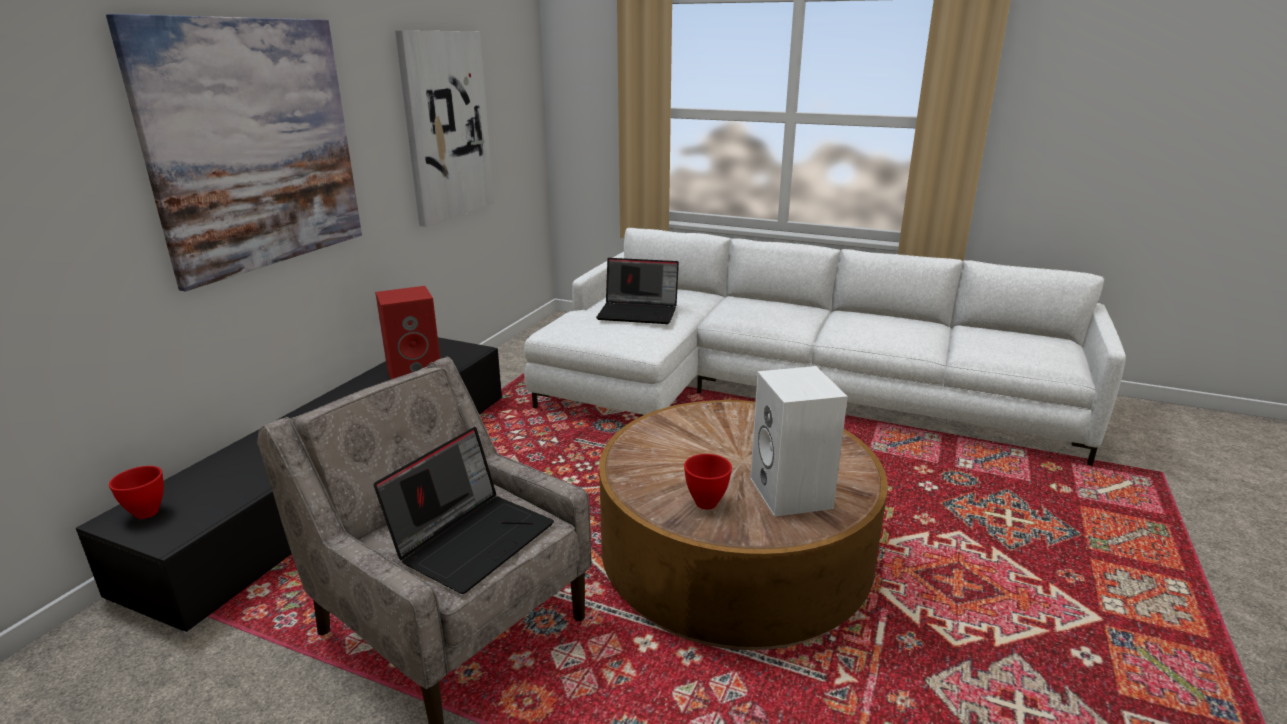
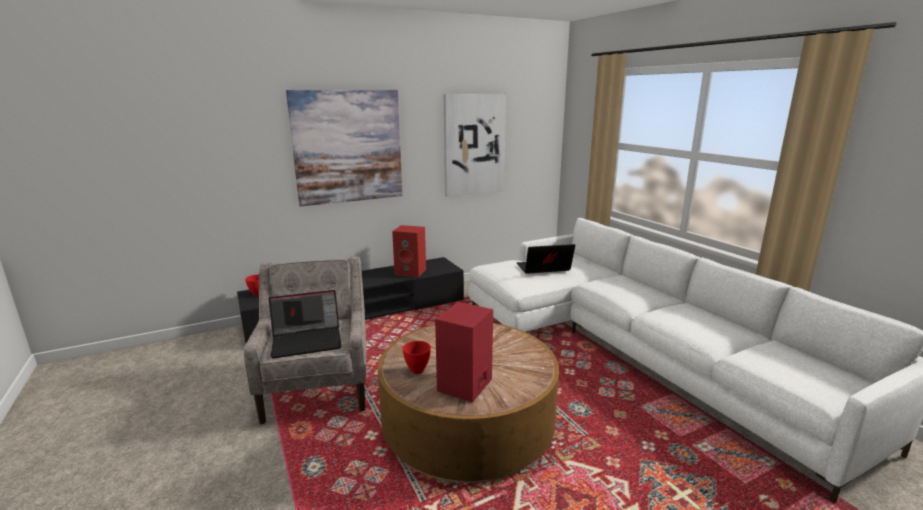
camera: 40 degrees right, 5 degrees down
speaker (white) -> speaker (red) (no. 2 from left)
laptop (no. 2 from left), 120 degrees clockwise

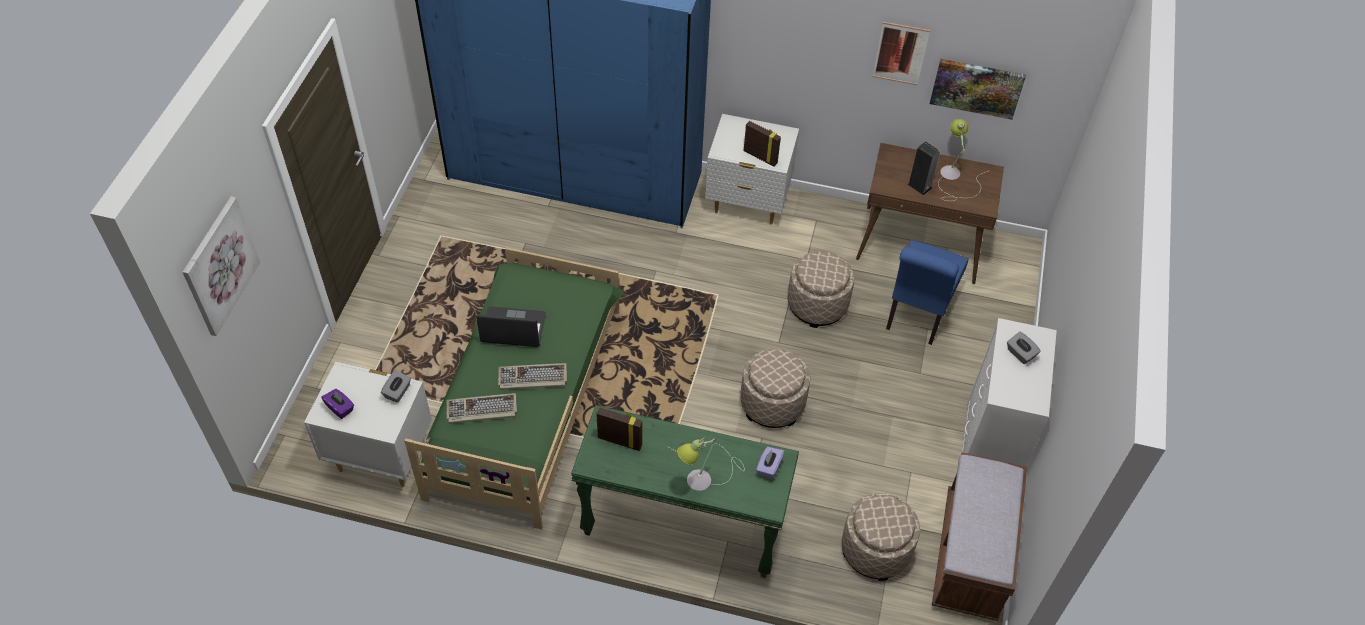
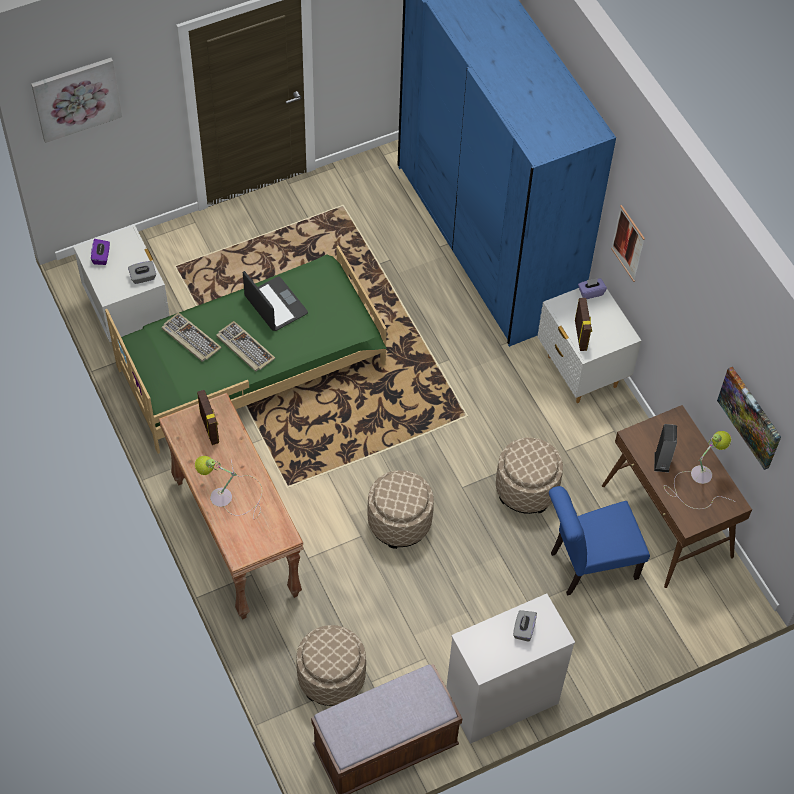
camera: 50 degrees right, 5 degrees up
tissue box (purple) (no. 2 from left), shifted
picture (no. 2 from left), shifted
console table (green) -> console table (brown)

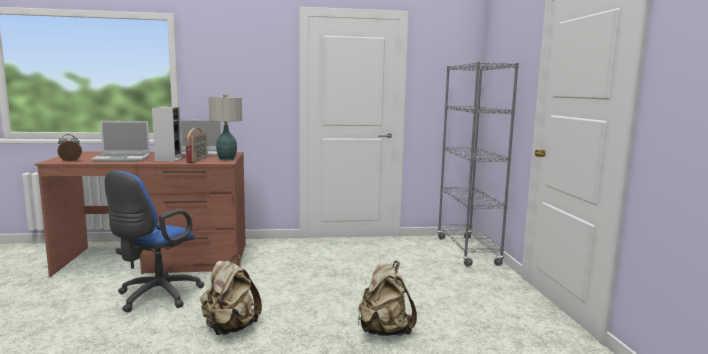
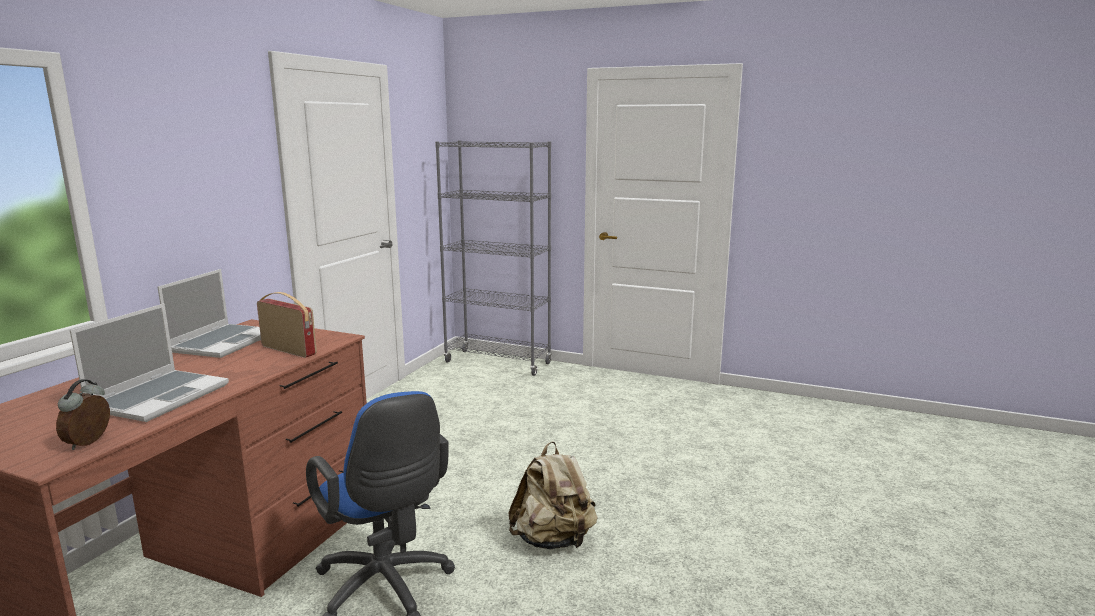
camera: 60 degrees left, 5 degrees up
speaker -> none
table lamp -> none
backpack (beige) (no. 2 from left) -> none

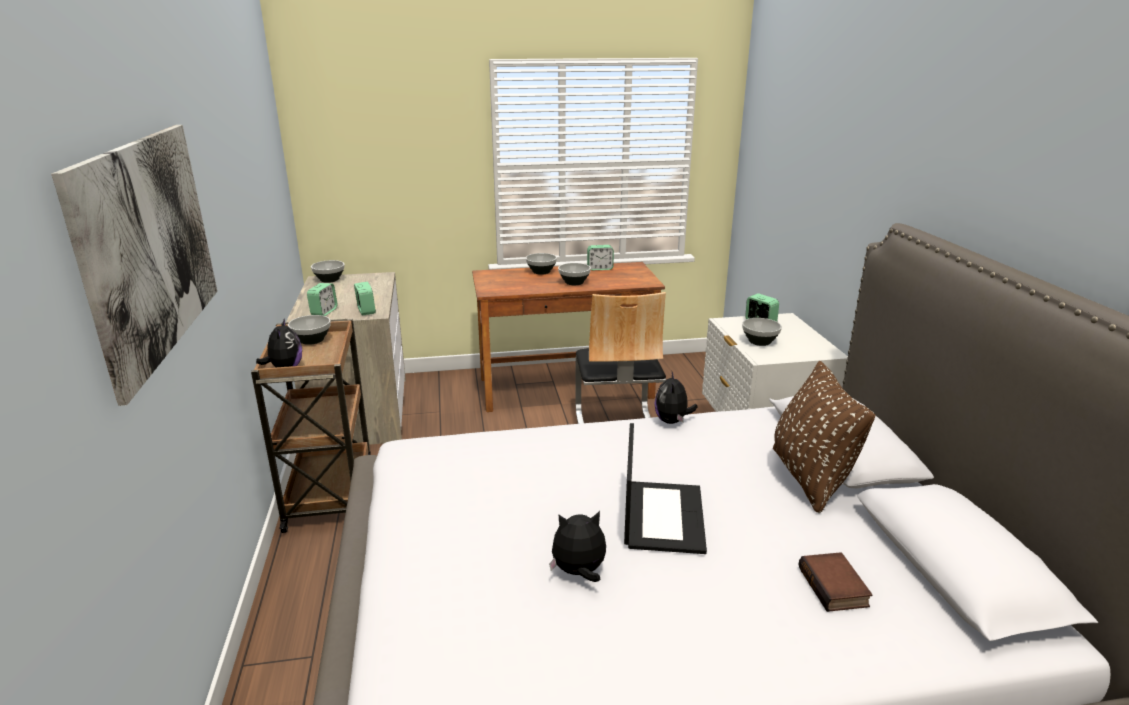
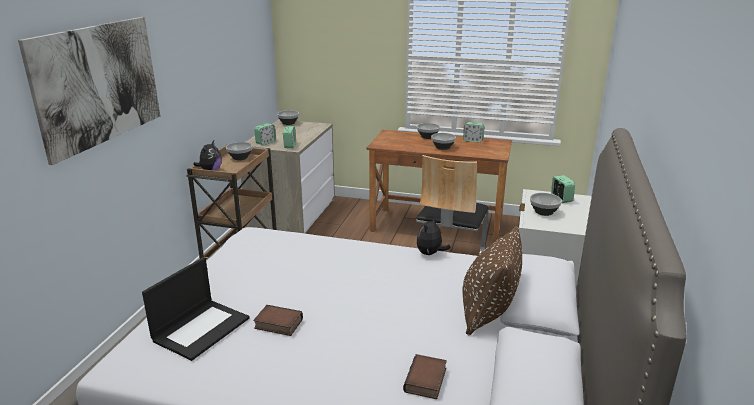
camera: 25 degrees right, 0 degrees up
laptop, shifted
plush toy (no. 2 from left) -> book (no. 1 from left)

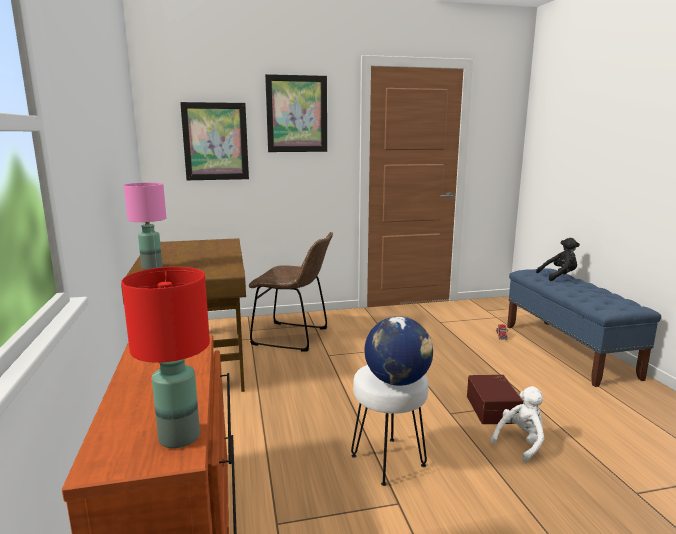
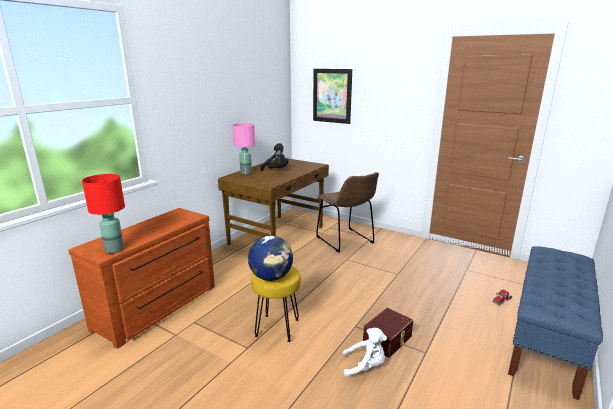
camera: 45 degrees right, 5 degrees up
picture (no. 2 from left) -> none
plush toy (black), shifted
stool (white) -> stool (yellow)

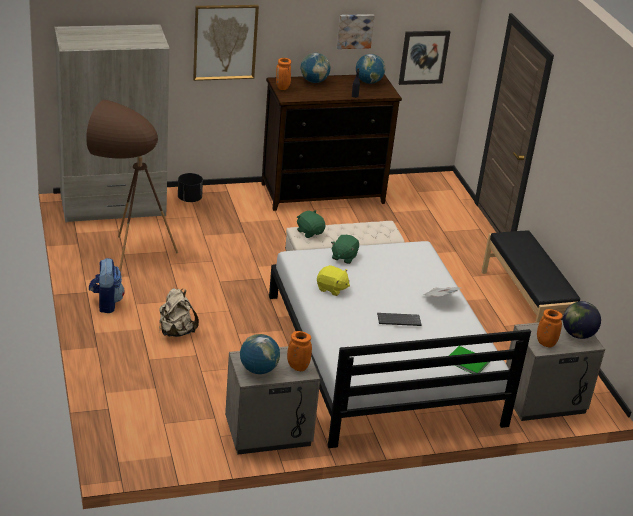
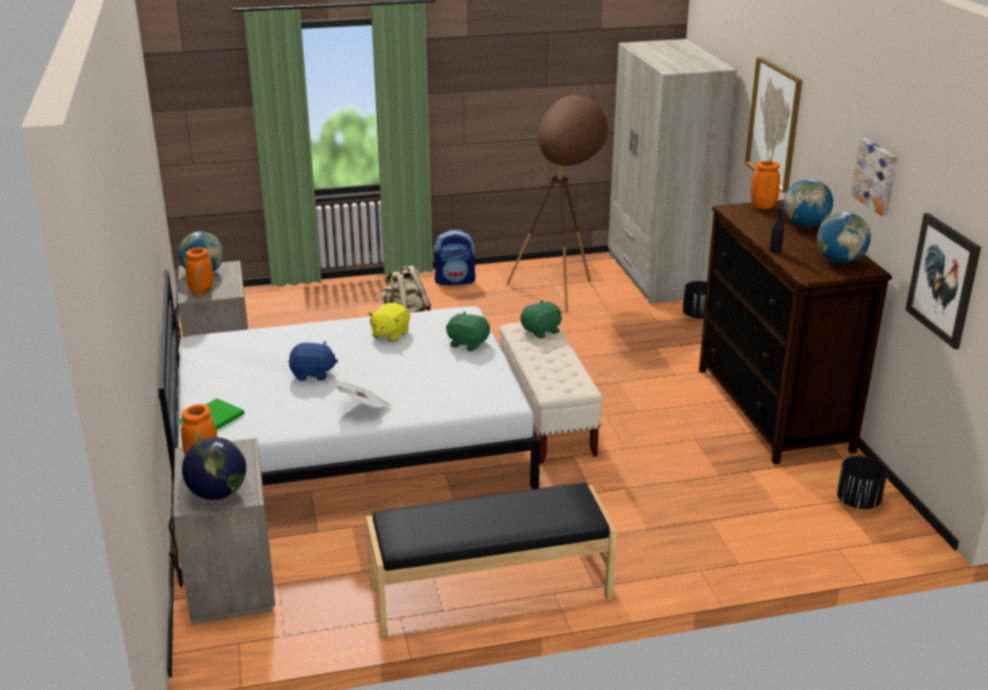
camera: 95 degrees right, 5 degrees down
none -> planter (black) (no. 2 from left)
keyboard -> plush toy (blue)

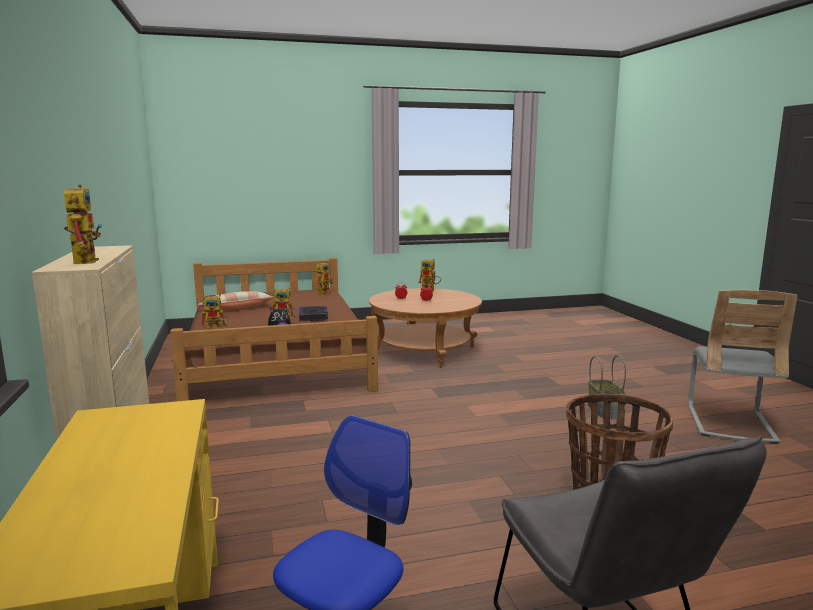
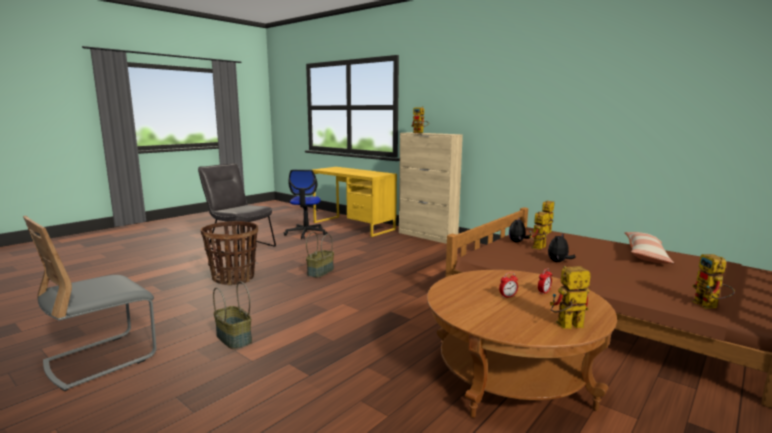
camera: 145 degrees right, 0 degrees up
none -> basket (no. 3 from left)
book -> plush toy (no. 2 from left)
chair (grey) (no. 2 from left in the first image) -> chair (grey) (no. 1 from left), 120 degrees counterclockwise

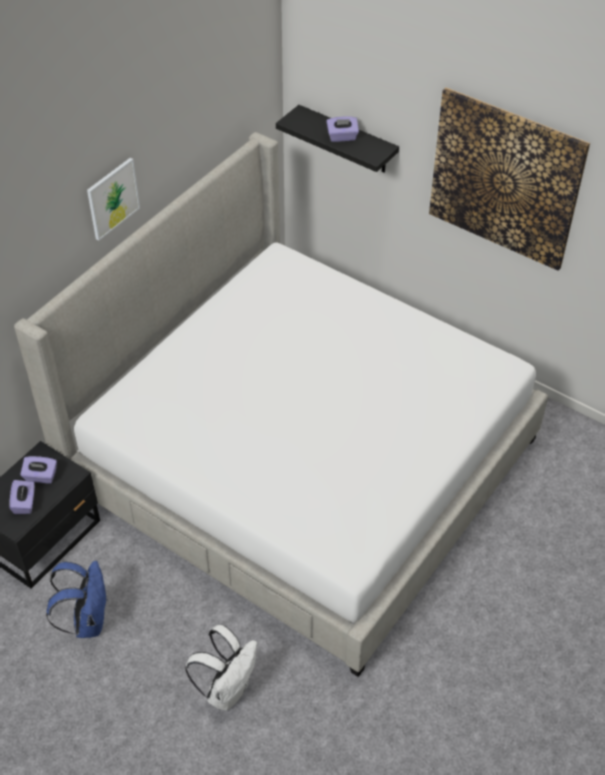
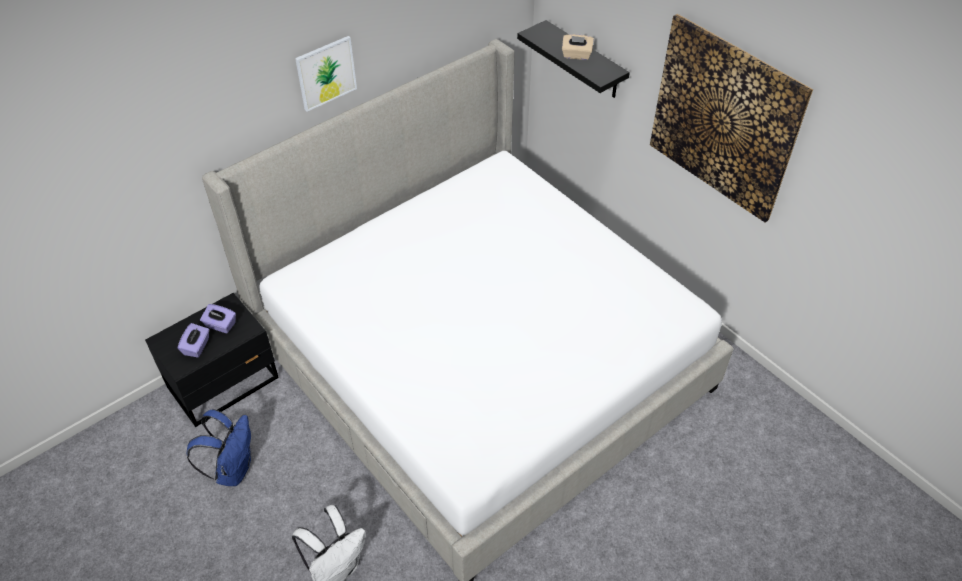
camera: 15 degrees right, 0 degrees up
tissue box (purple) (no. 3 from left) -> tissue box (beige)

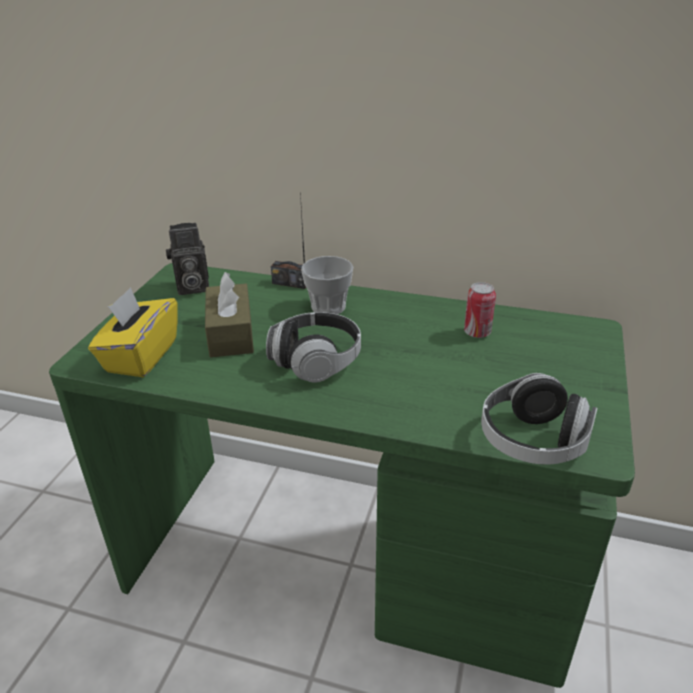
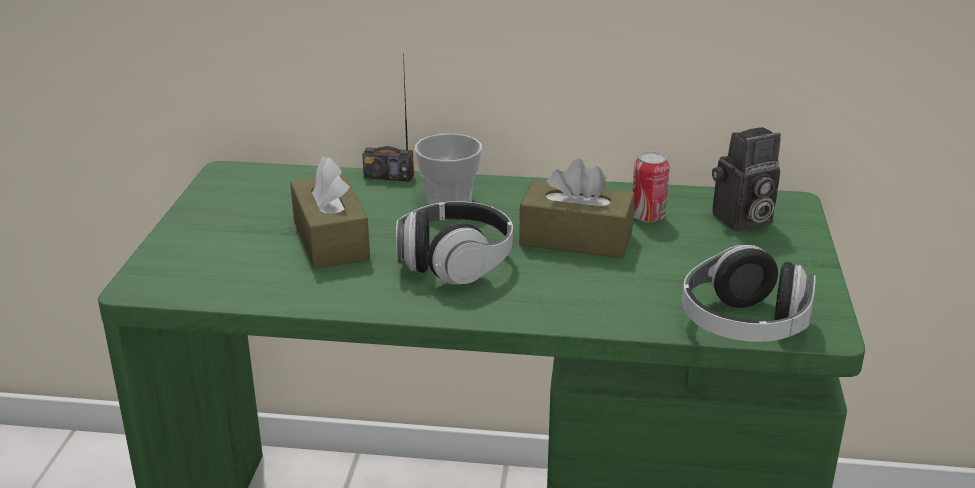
camera: 10 degrees left, 5 degrees down
tissue box (yellow) -> none
none -> tissue box (brown) (no. 2 from left)
photo camera, shifted

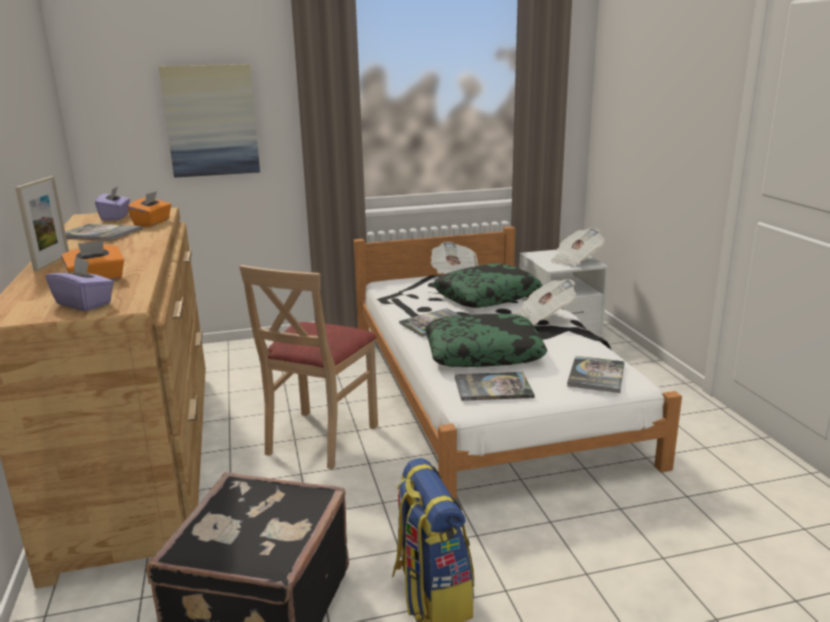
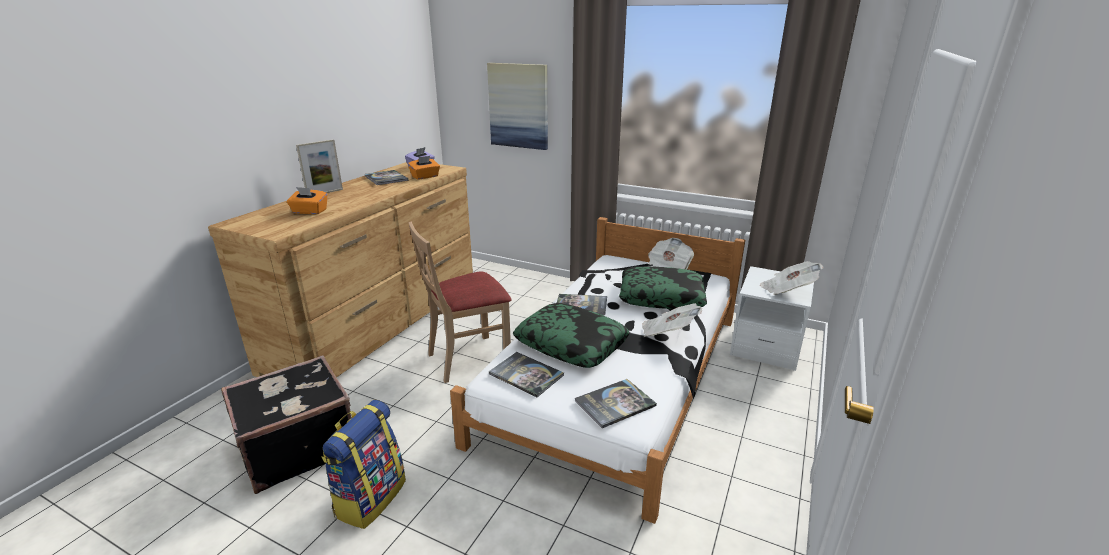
camera: 40 degrees right, 5 degrees up
tissue box (purple) (no. 1 from left) -> none

